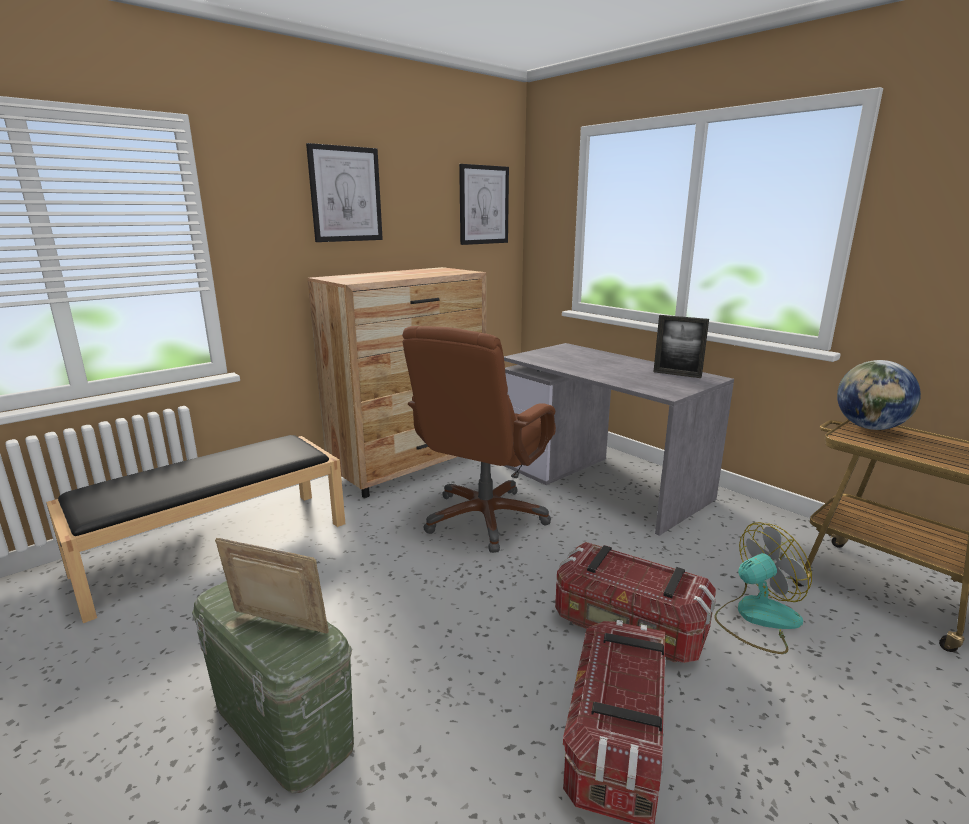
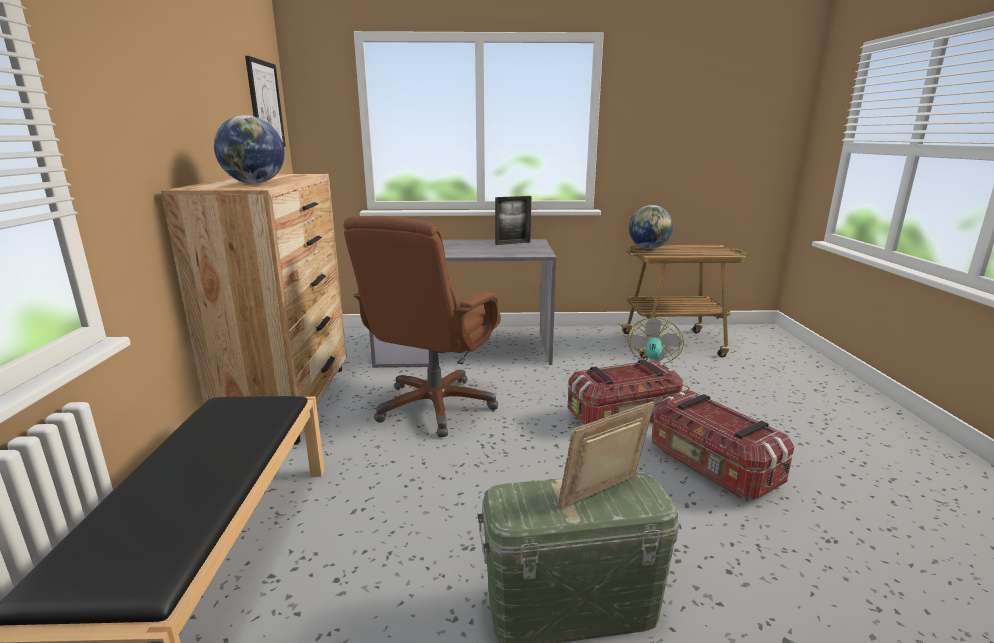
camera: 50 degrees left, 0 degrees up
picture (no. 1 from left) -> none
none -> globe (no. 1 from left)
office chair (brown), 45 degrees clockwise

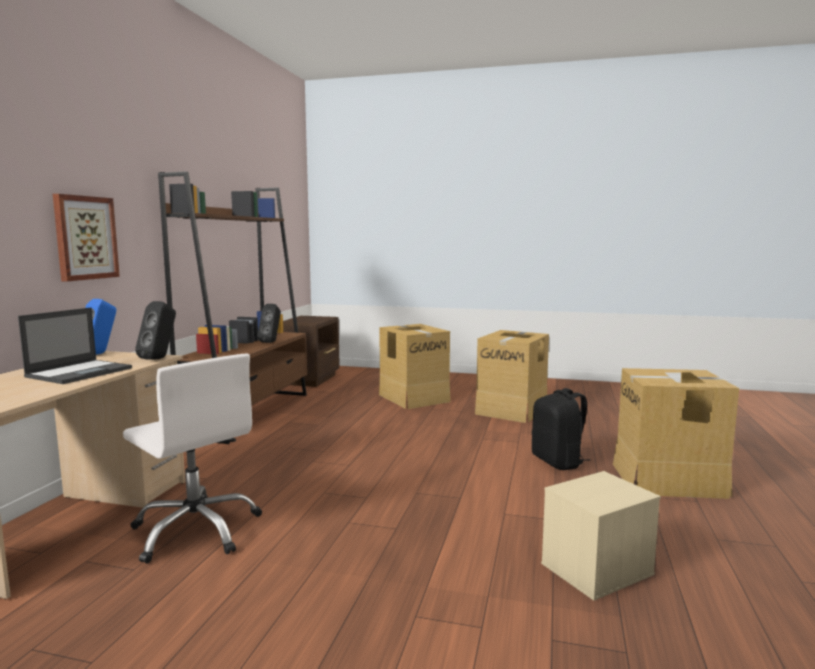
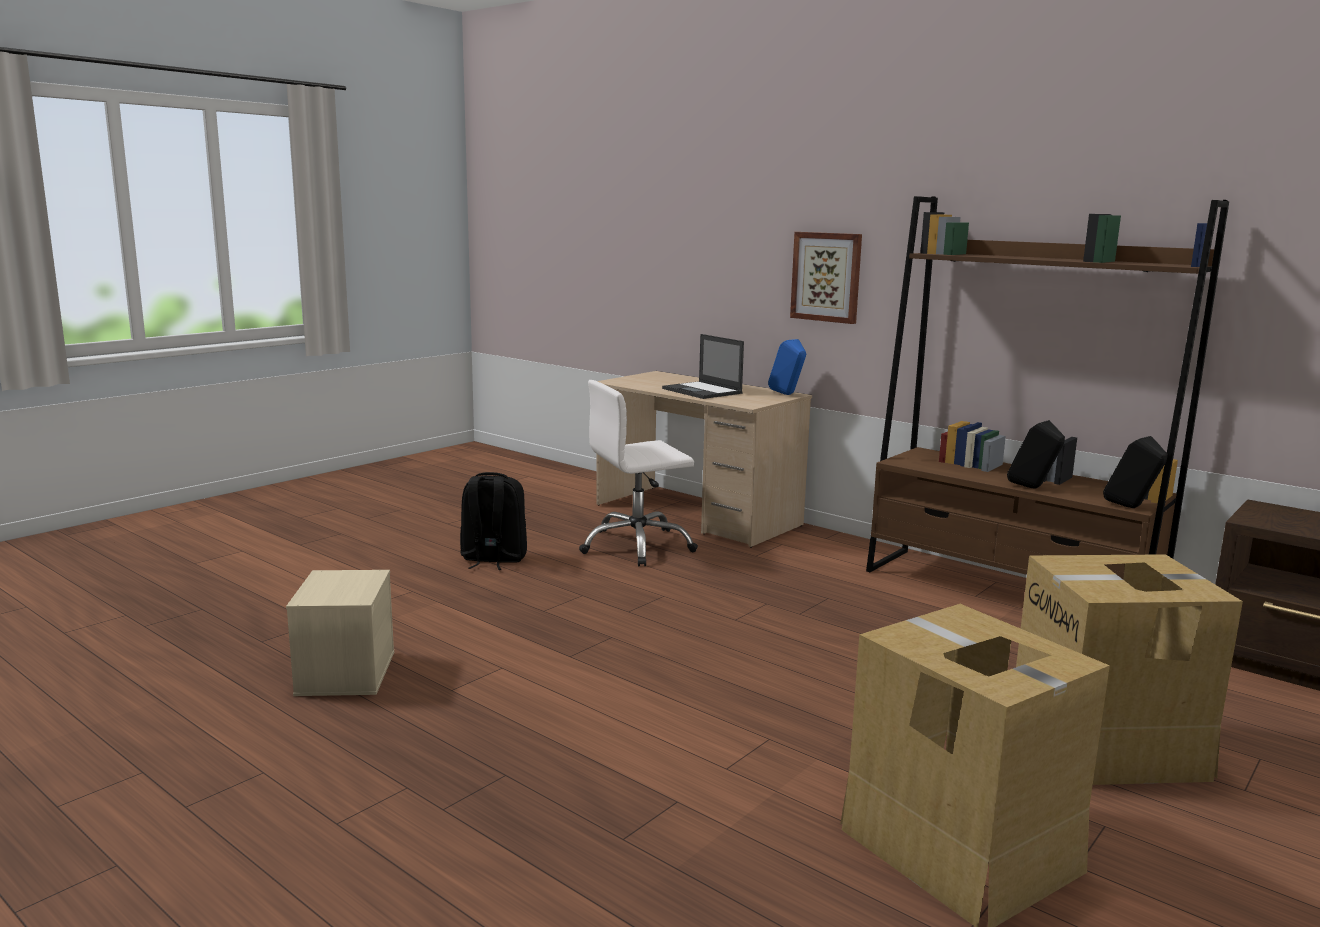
camera: 115 degrees right, 5 degrees up
cardboard box (no. 3 from left) -> none
speaker (black) (no. 1 from left in the first image) -> speaker (black) (no. 2 from left), shifted
backpack (black), shifted

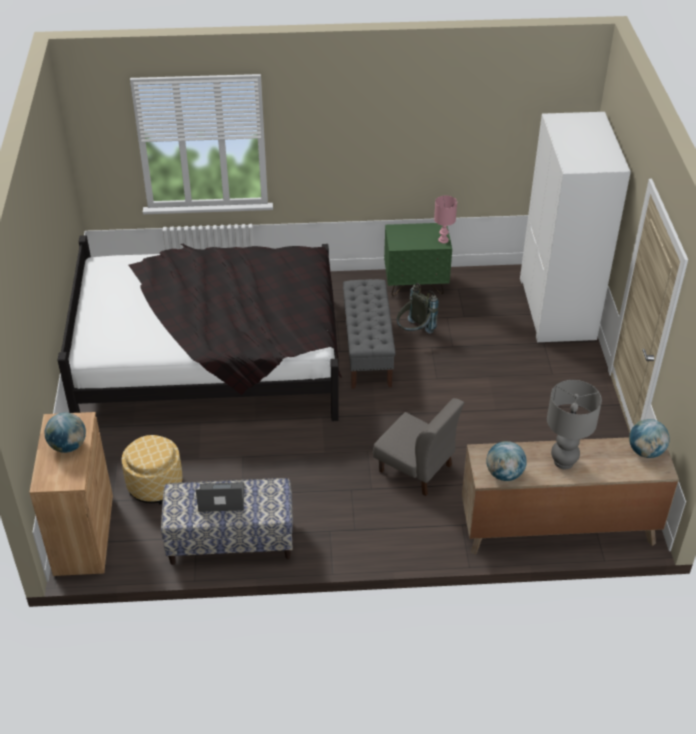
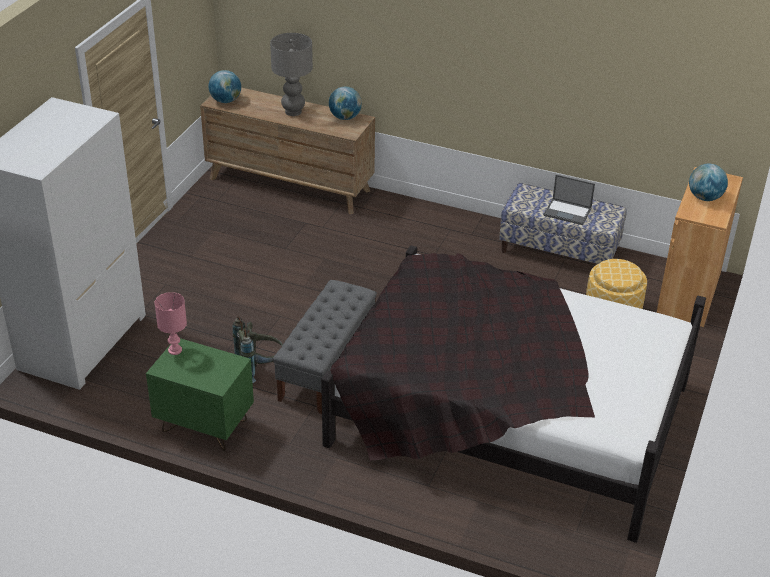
camera: 155 degrees left, 5 degrees down
chair (grey) -> none

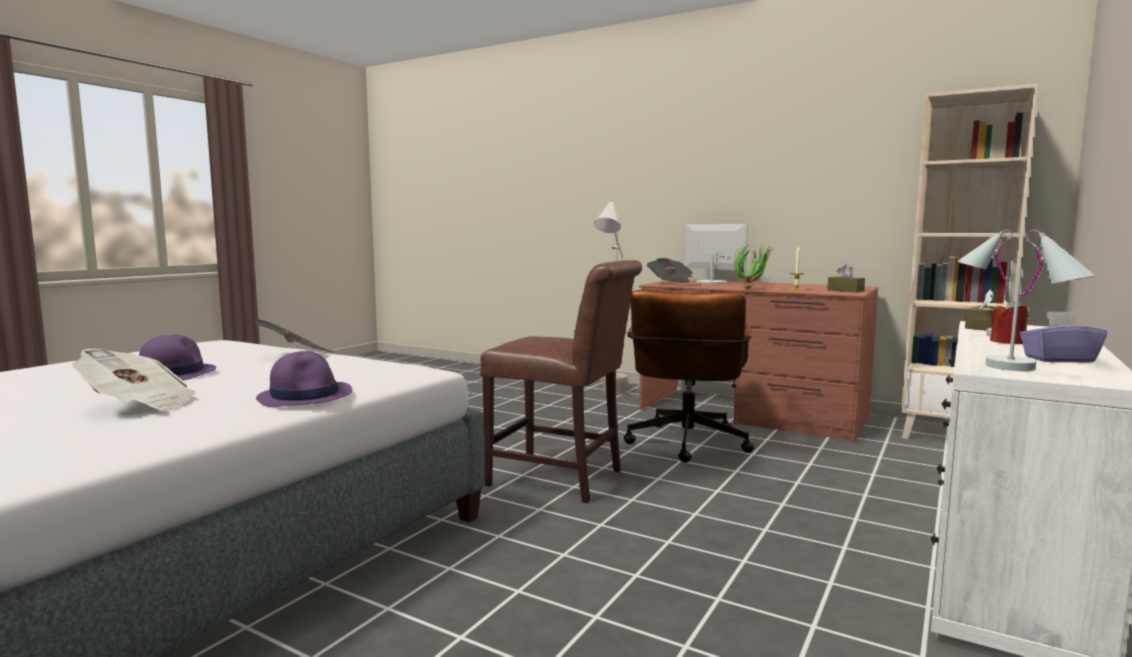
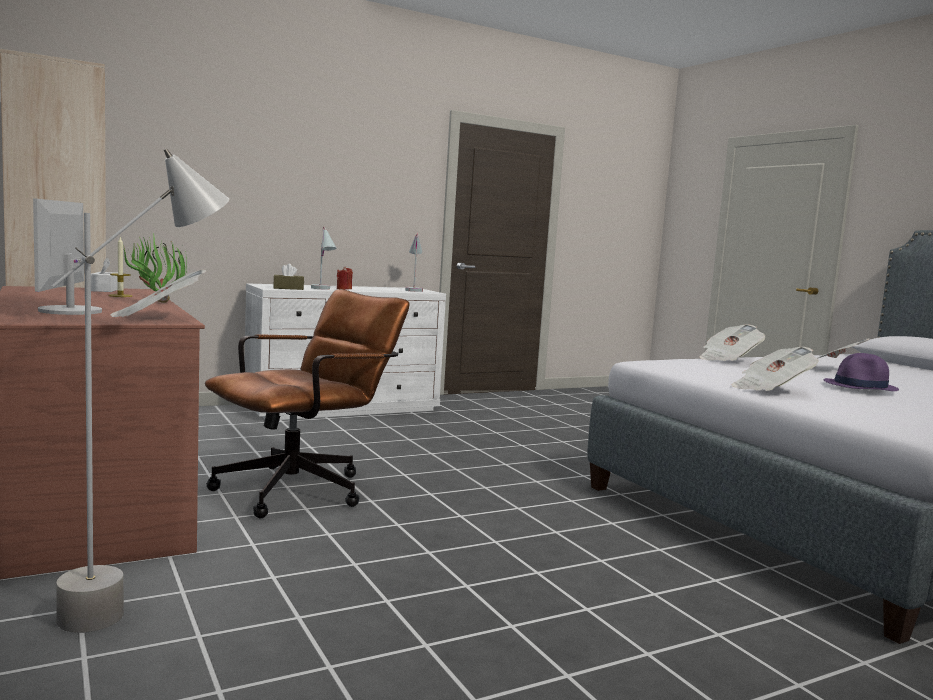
camera: 150 degrees left, 0 degrees up
chair (brown) -> none
tissue box (purple) -> none
hat (purple) (no. 2 from left) -> newspaper (no. 2 from left)
tissue box (brown) (no. 1 from left) -> tissue box (white)

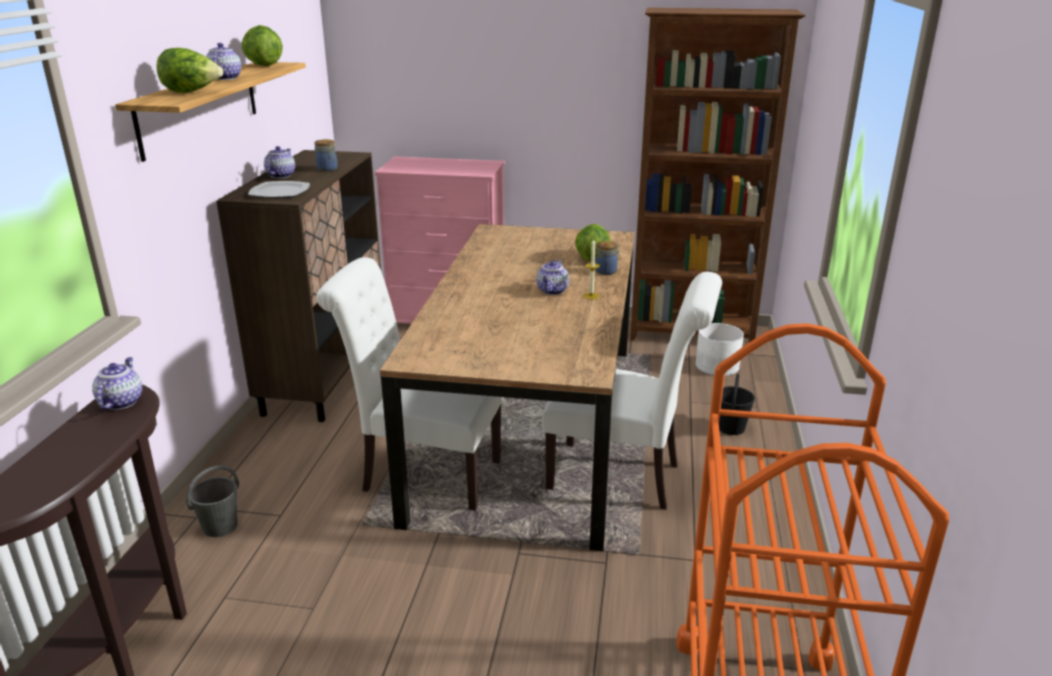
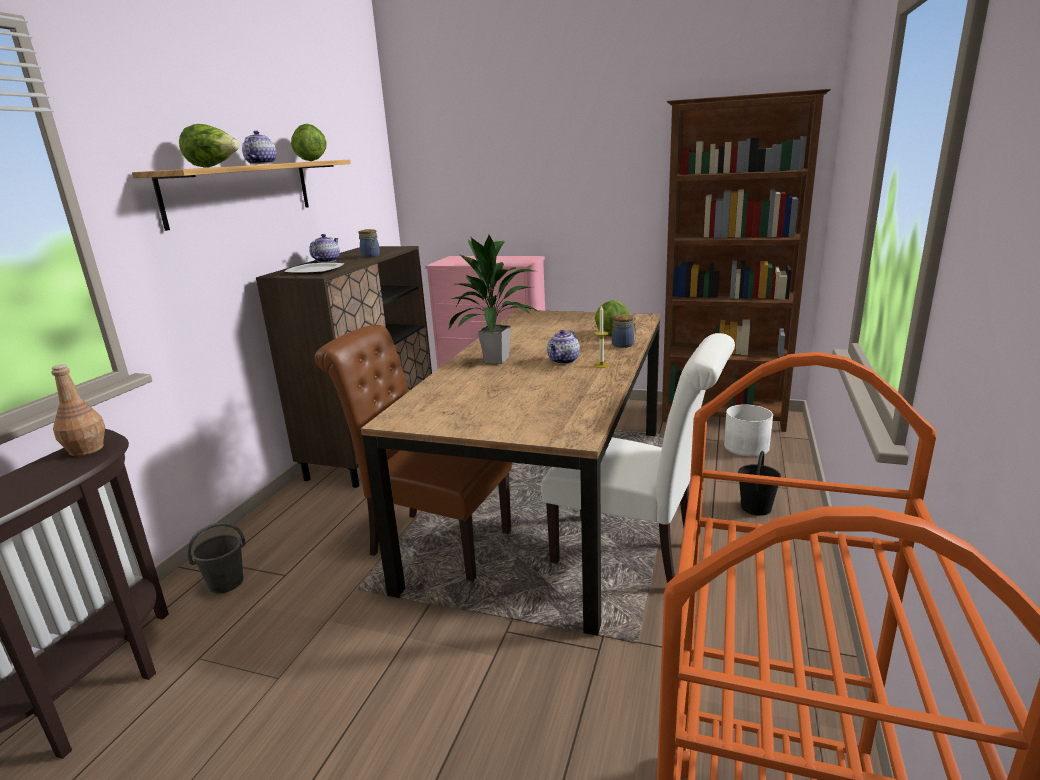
camera: 10 degrees right, 5 degrees down
none -> potted plant
teapot (no. 1 from left) -> bottle (brown)
chair (white) (no. 1 from left) -> chair (brown)

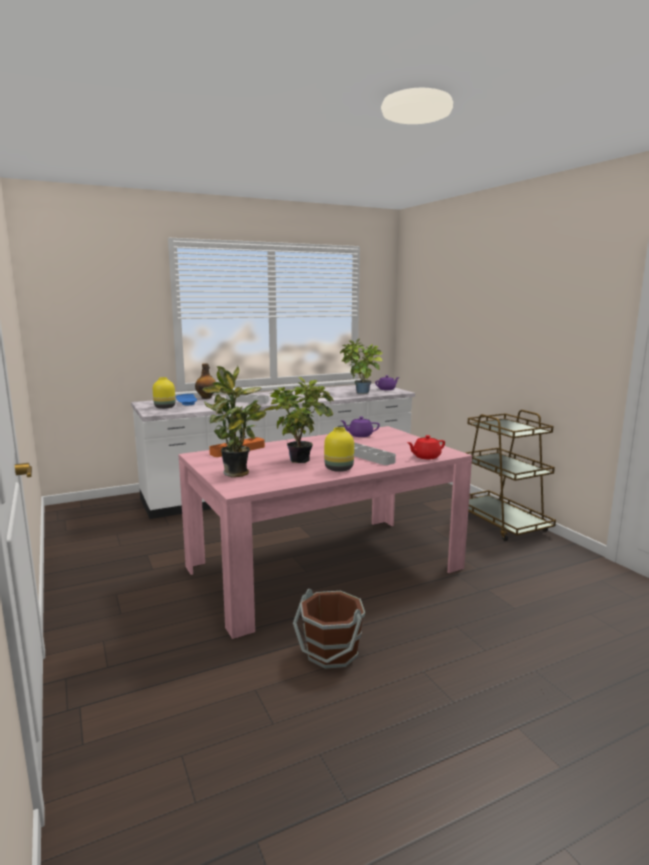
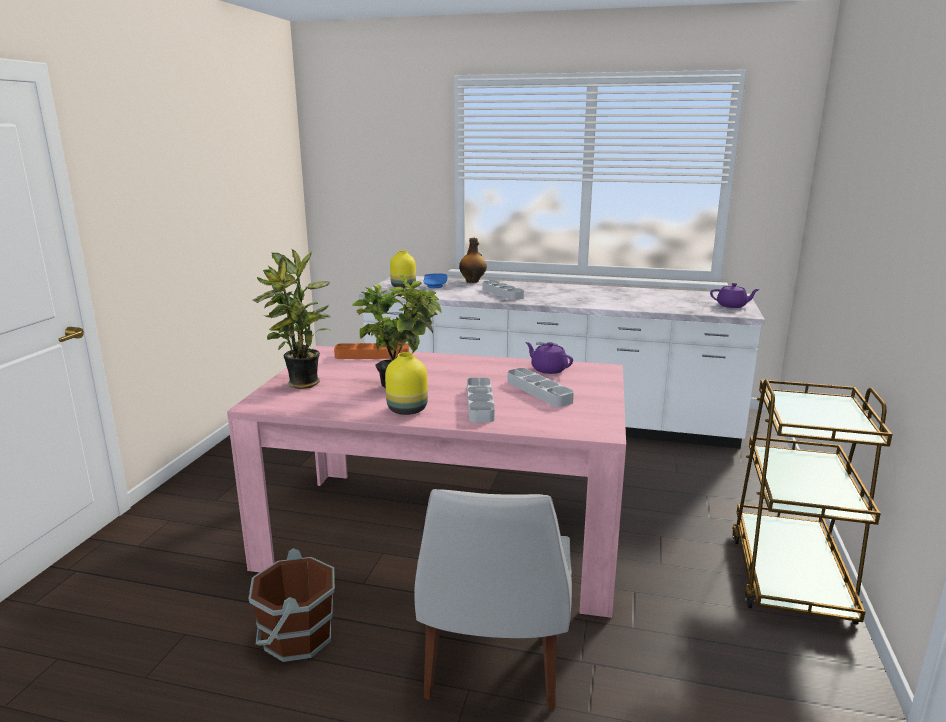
camera: 40 degrees right, 5 degrees up
potted plant (no. 3 from left) -> none
teapot (red) -> none
none -> chair (white)
none -> tray (grey) (no. 3 from left)

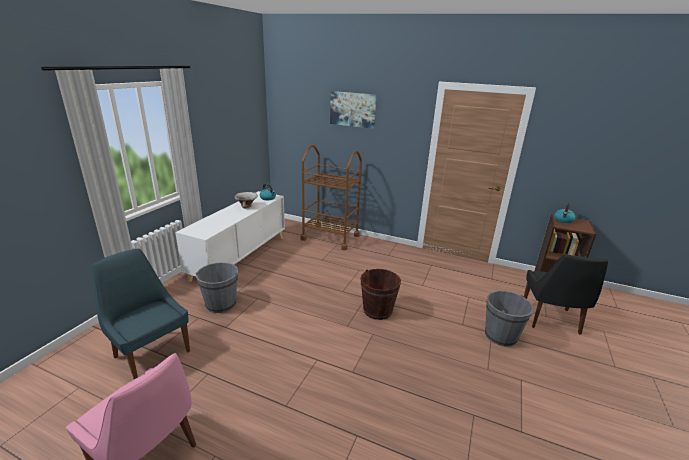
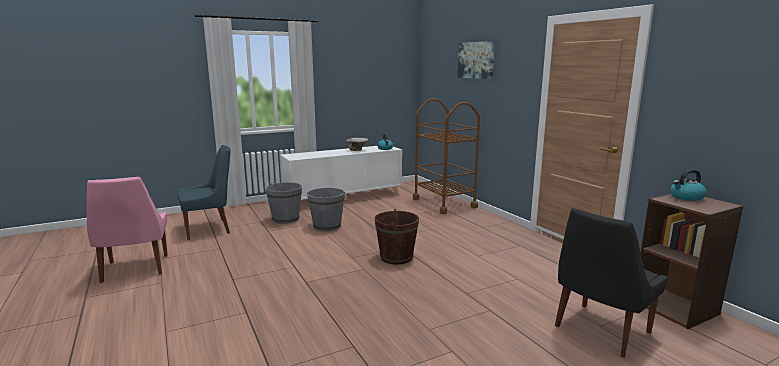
camera: 40 degrees right, 10 degrees down
bucket (grey) (no. 2 from left), shifted
chair (blue), 75 degrees clockwise

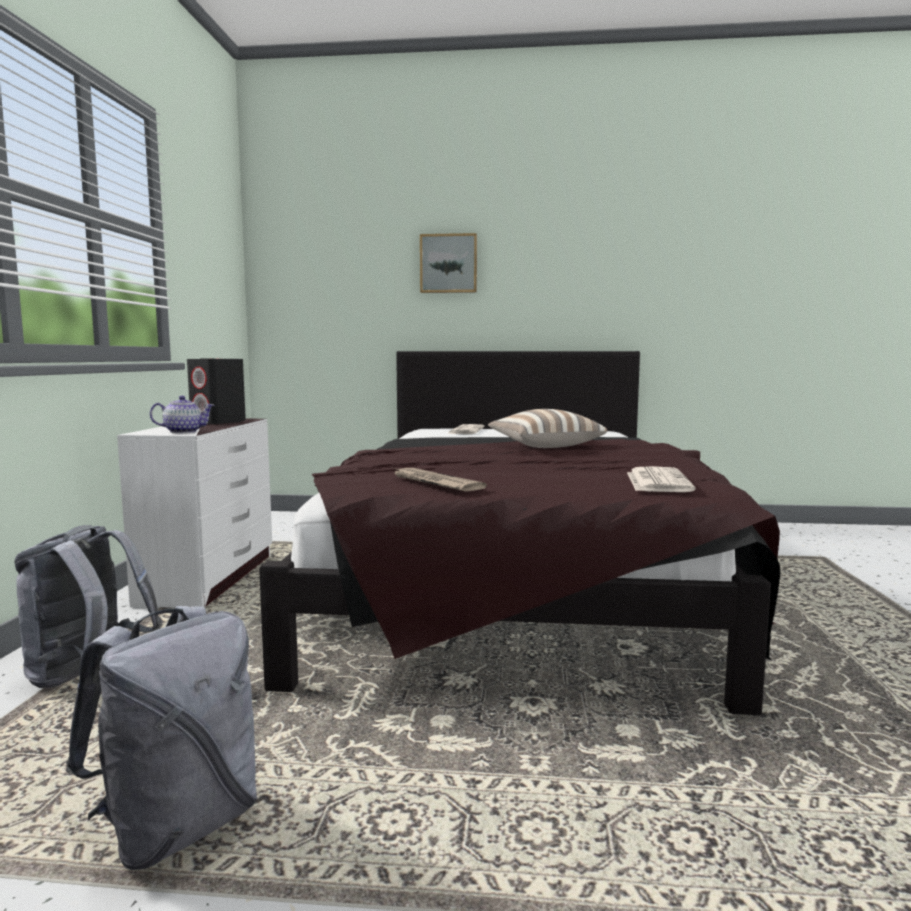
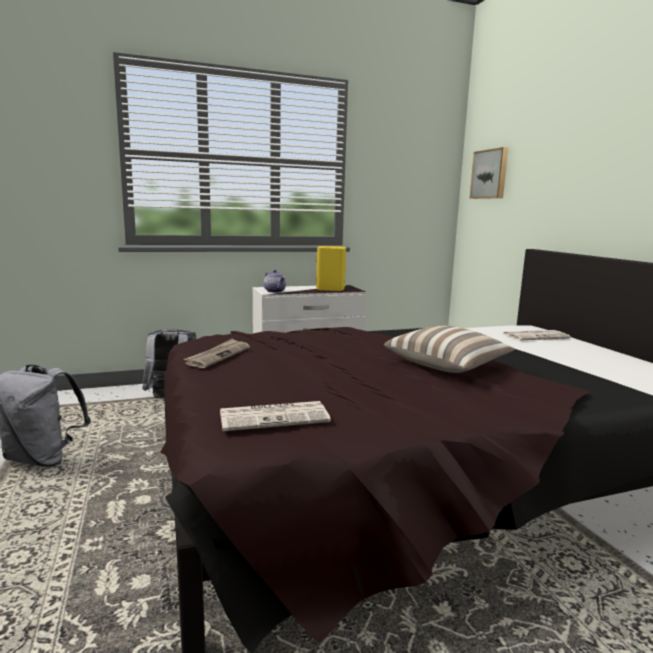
camera: 65 degrees right, 5 degrees up
picture, shifted
speaker (black) -> speaker (yellow)

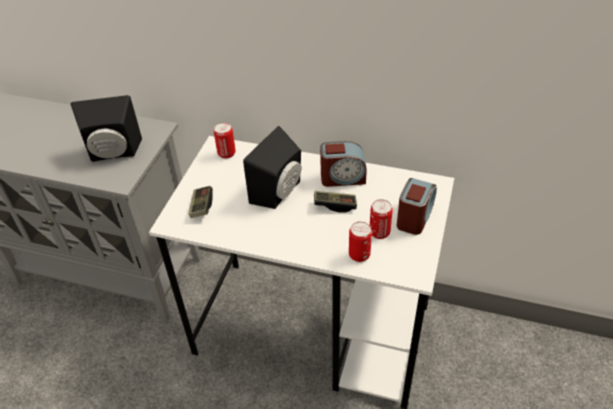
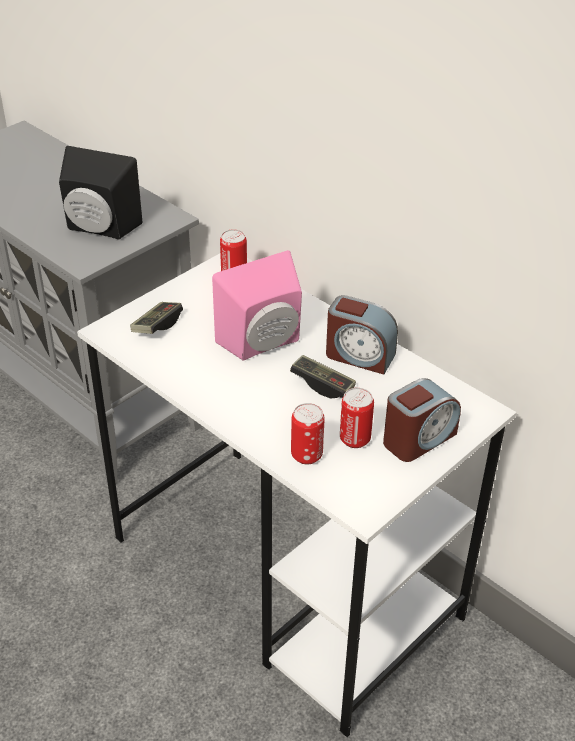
camera: 25 degrees right, 5 degrees down
speaker (black) (no. 2 from left) -> speaker (pink)

